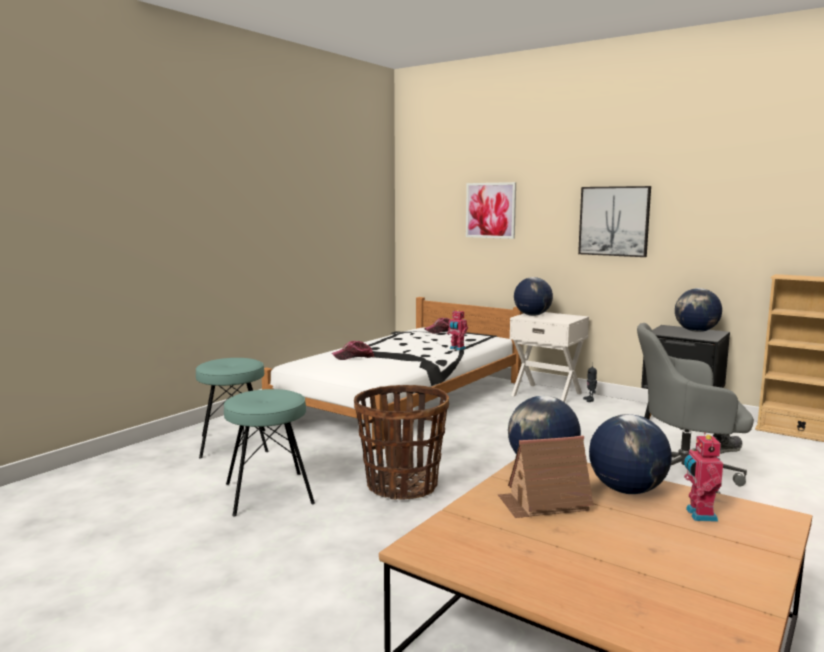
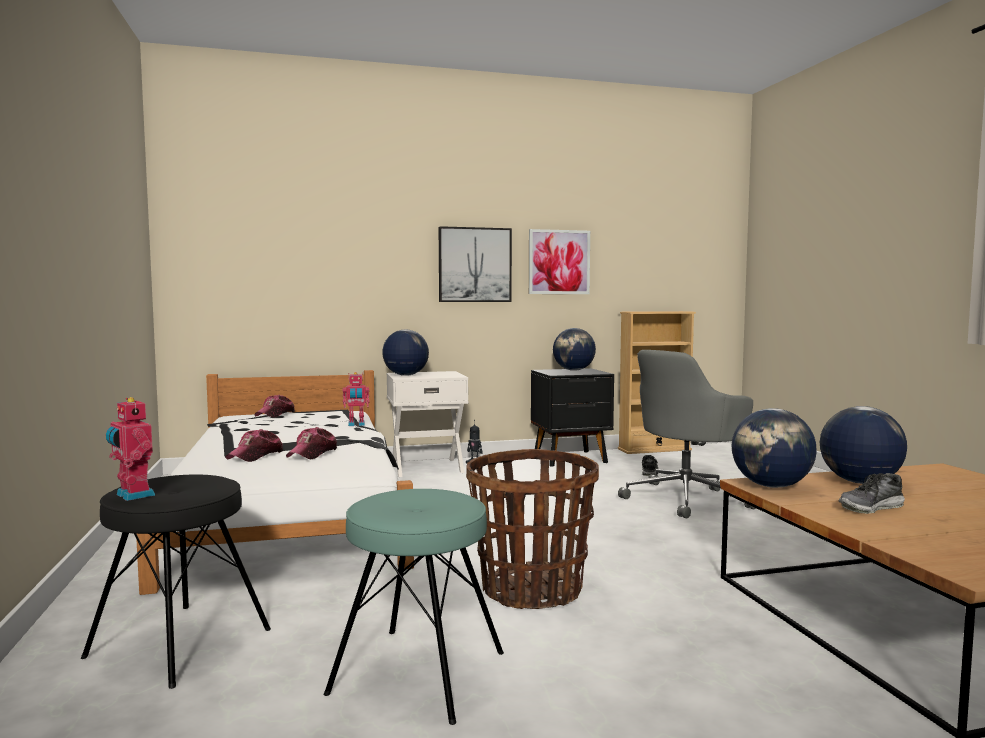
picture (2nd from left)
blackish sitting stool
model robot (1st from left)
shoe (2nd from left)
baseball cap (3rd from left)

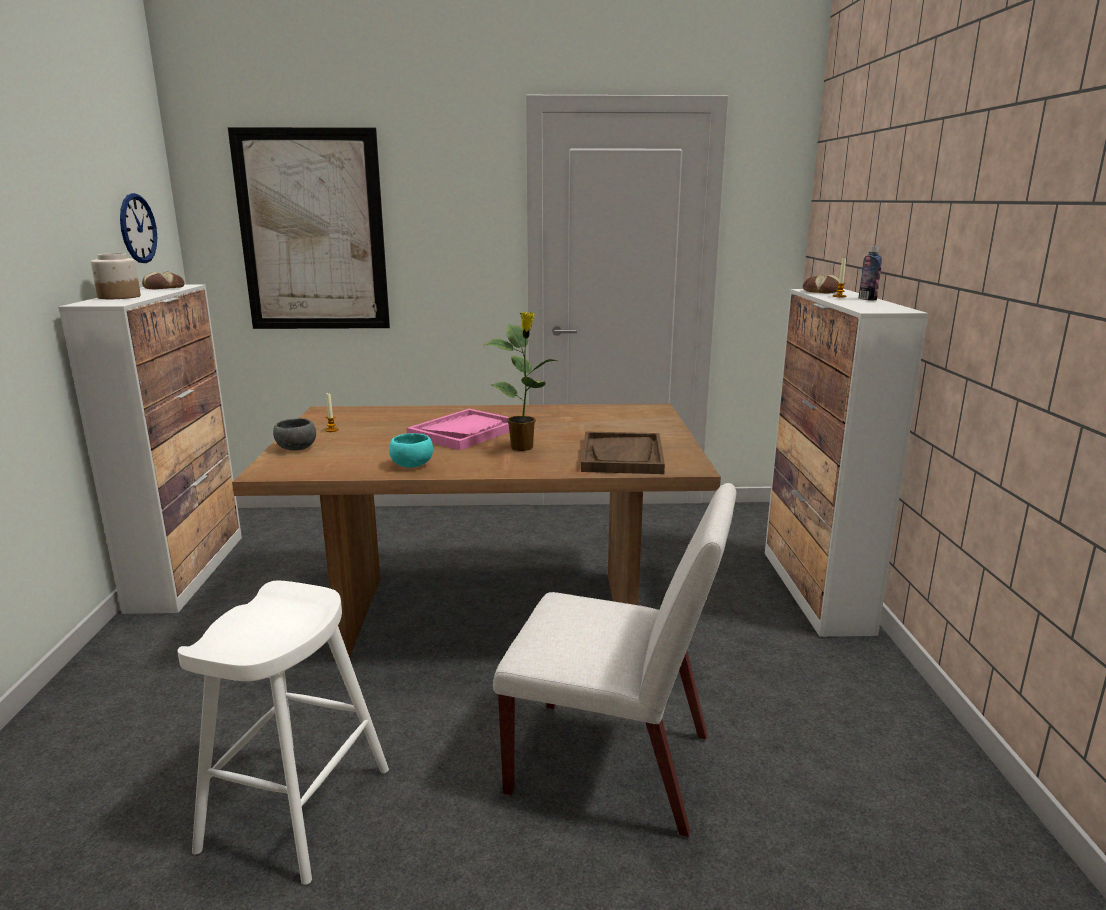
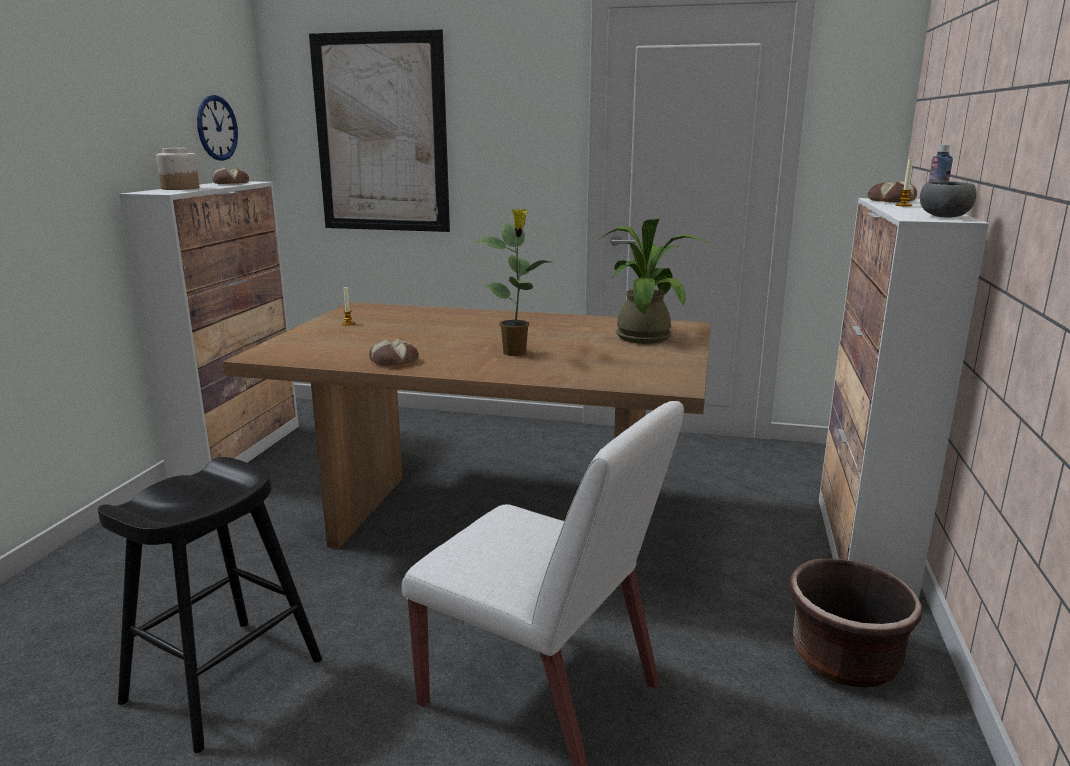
pink tray
gray serving bowl
brown tray
bakery bread (2nd from left)
blackish sitting stool
plant in a pot (2nd from left)
brown flower pot

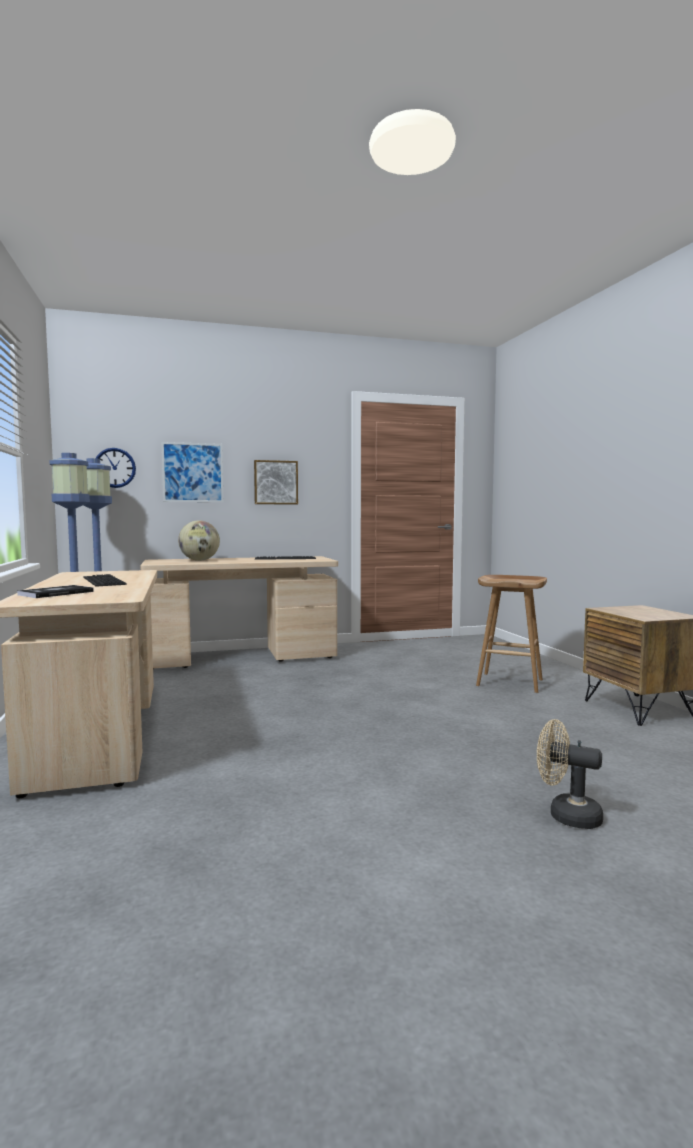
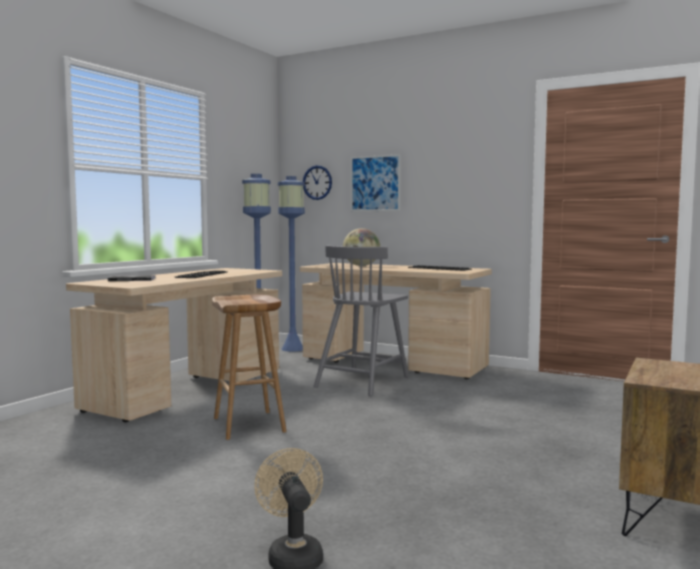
picture (2nd from left in the first image)
brown sitting stool
gray upright chair

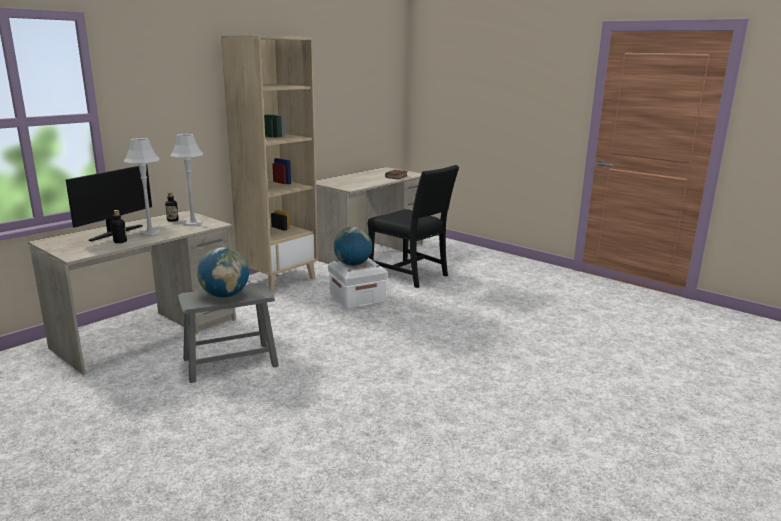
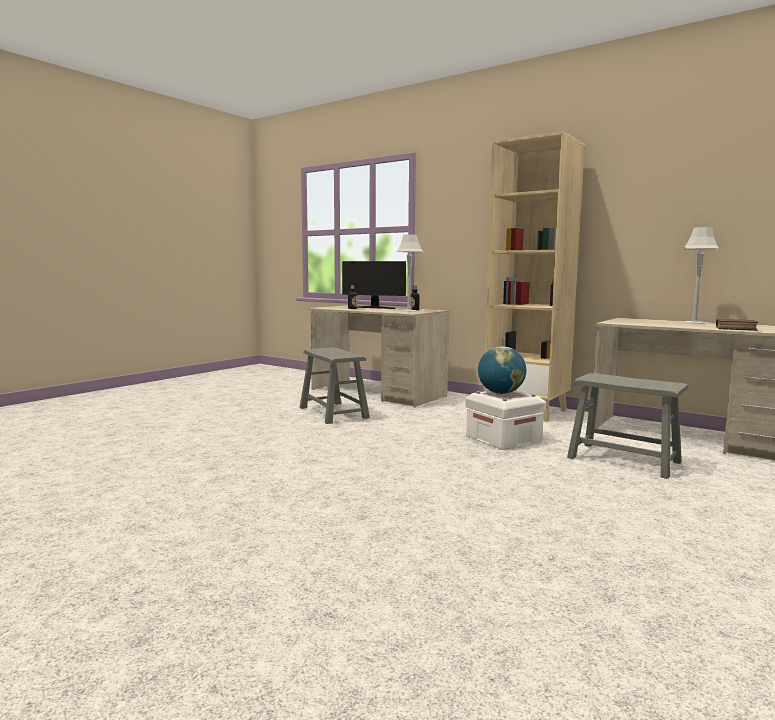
gray tabletop lamp (2nd from left)
gray sitting stool (2nd from left)
desk globe (1st from left in the first image)

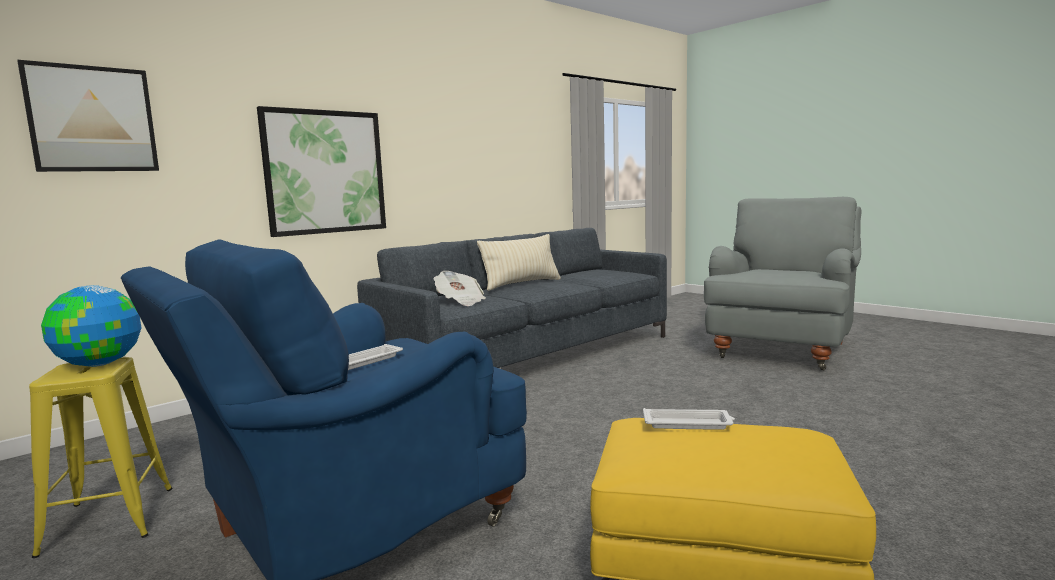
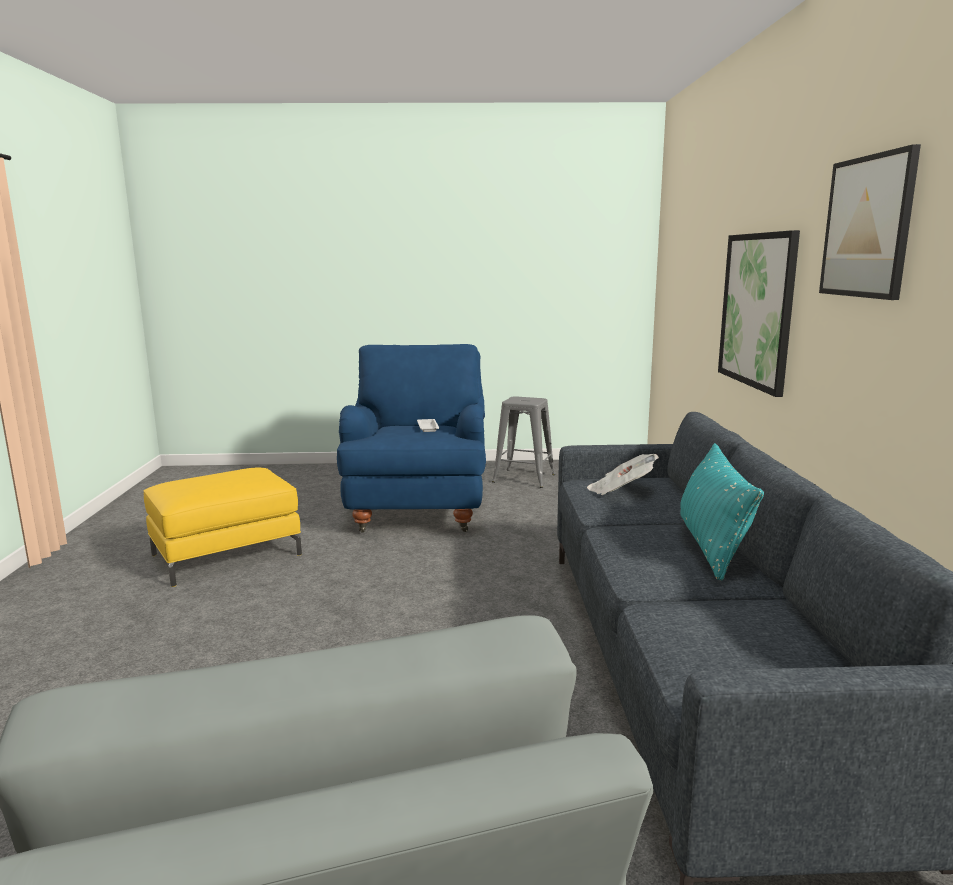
picture (2nd from left)
blue-green throw pillow
desk globe
gray sitting stool
white-coloured tray (2nd from left in the first image)

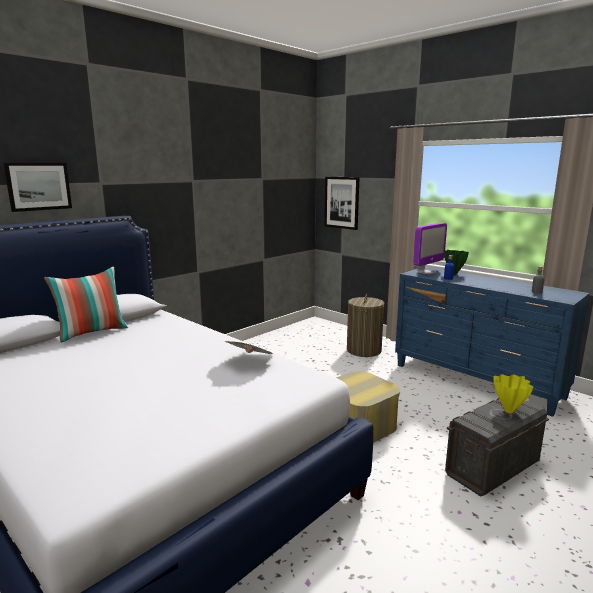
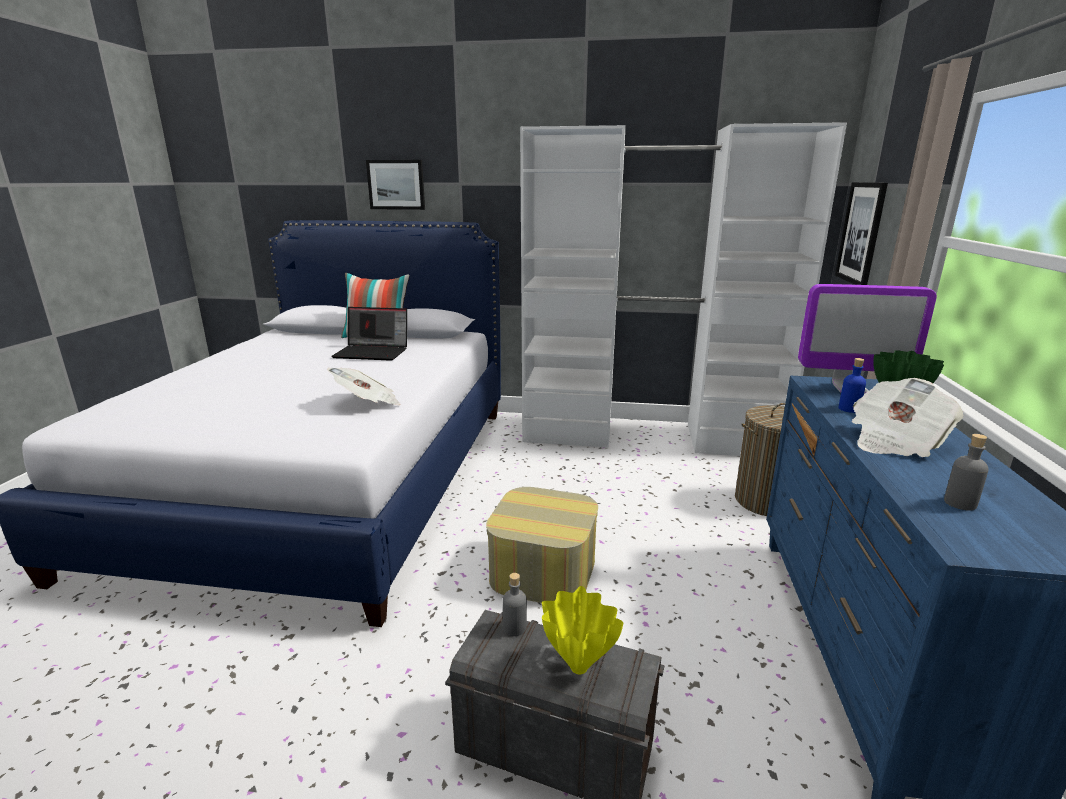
white-coloured clothes cupboard
portable computer
daily paper (2nd from left)
gray drink bottle (1st from left)

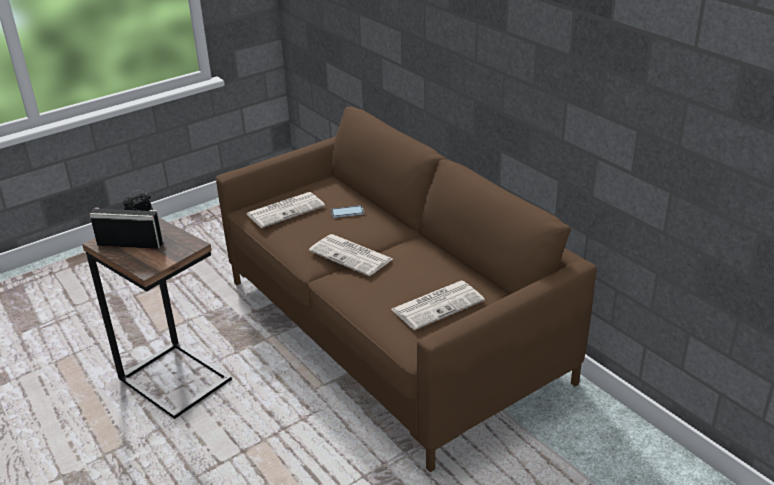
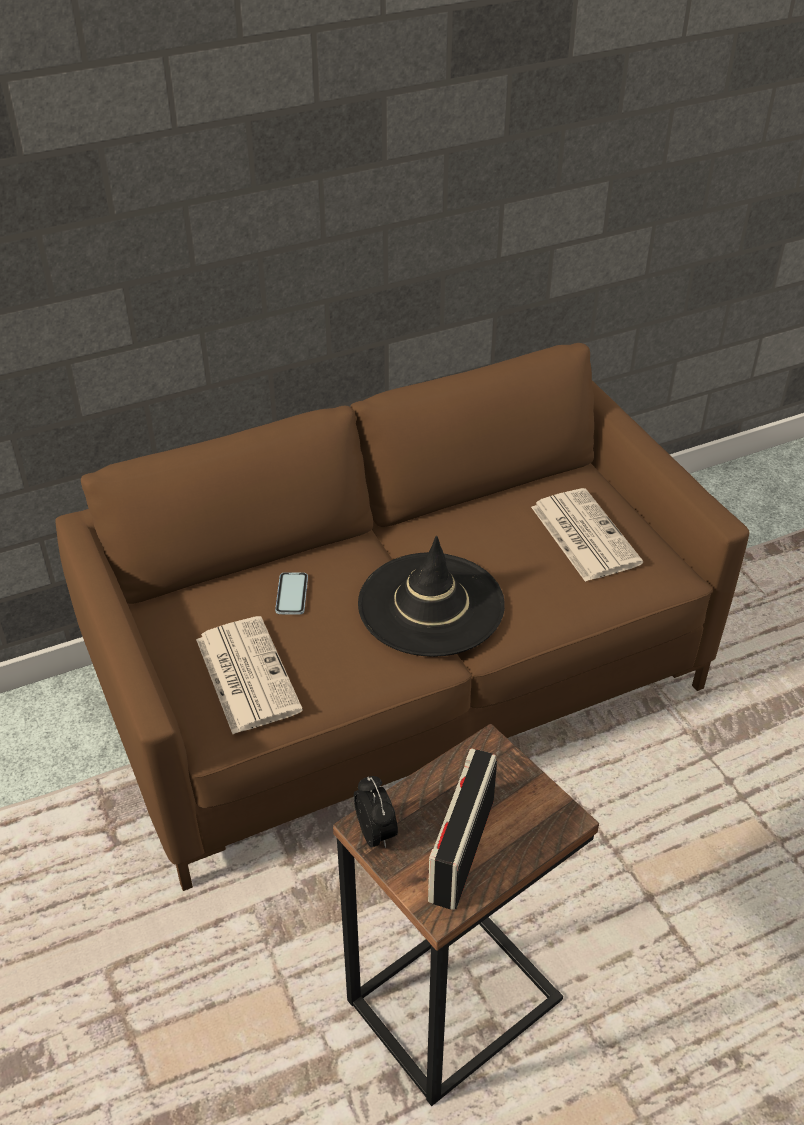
blackish clothing hat

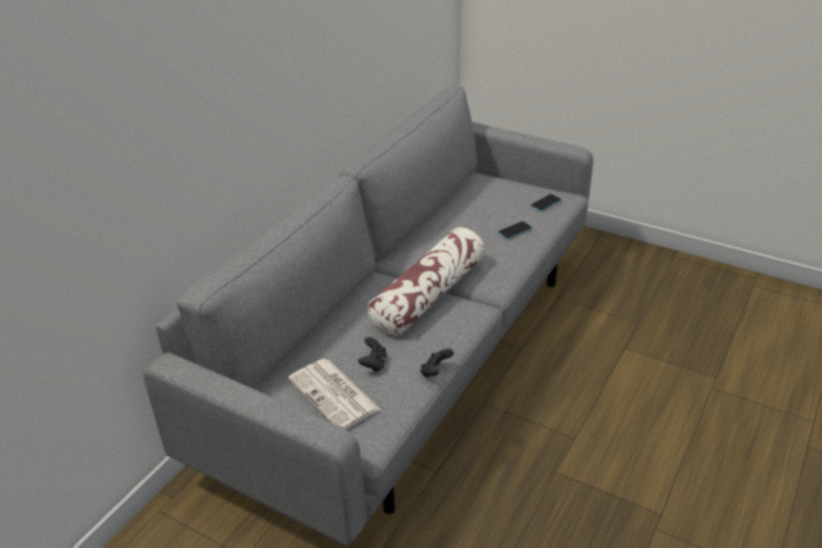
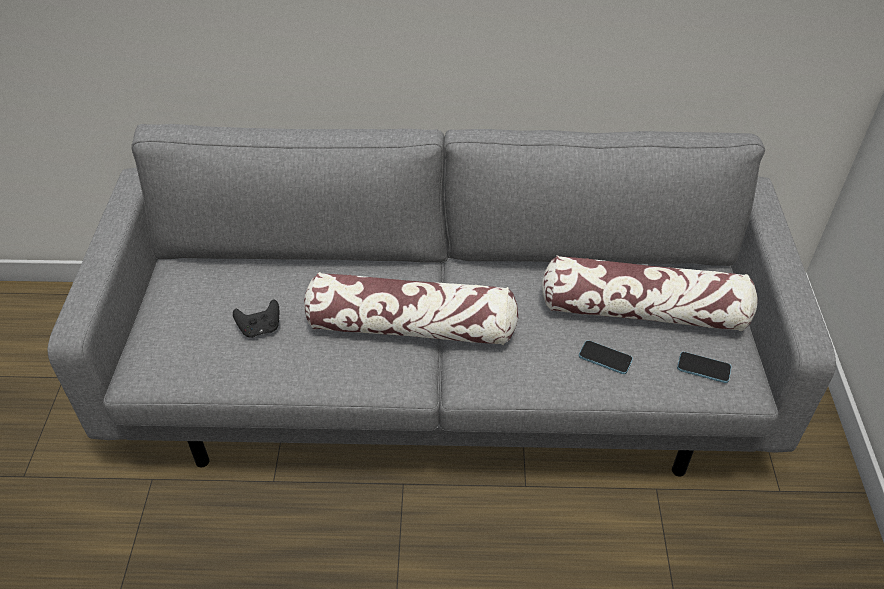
blackish joypad (2nd from left in the first image)
daily paper
throw pillow (2nd from left)

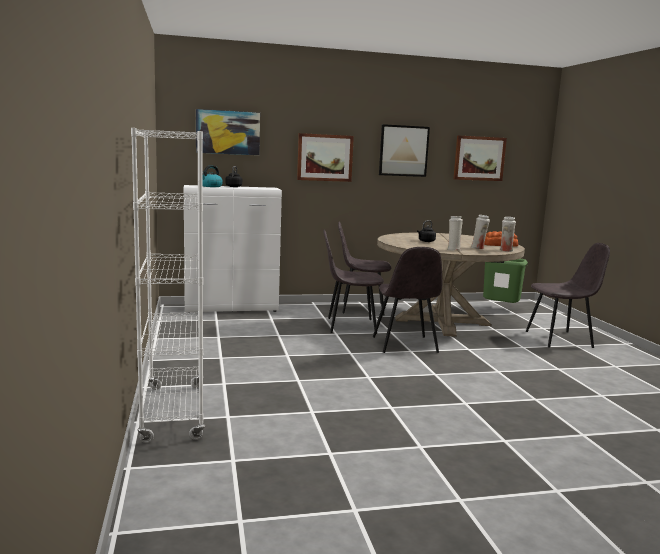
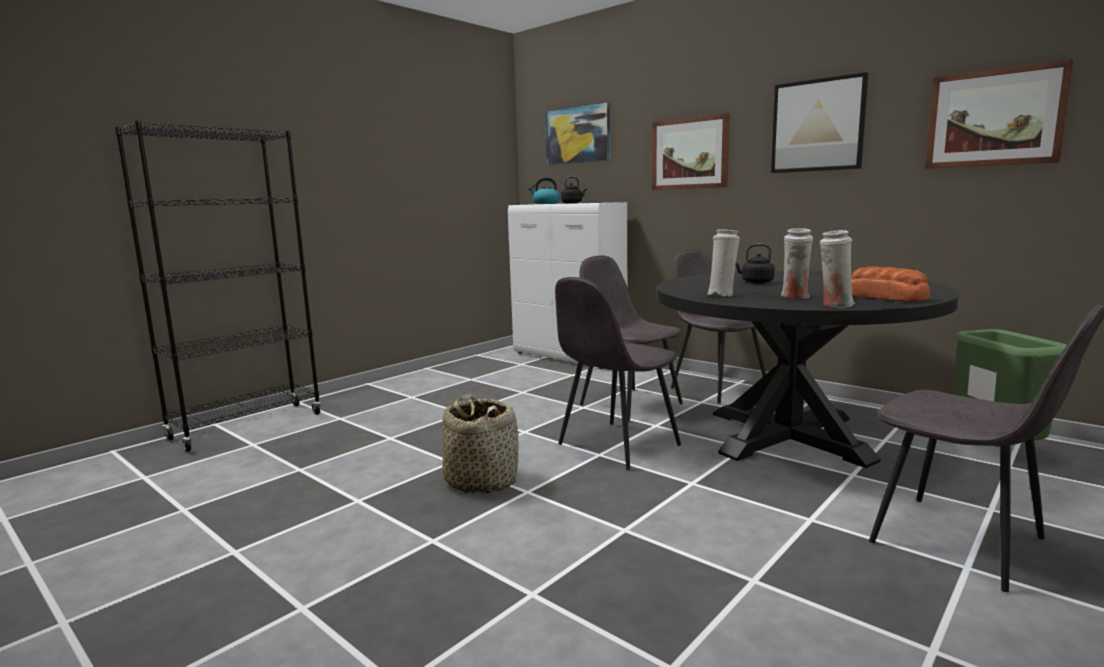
blackish shelving unit
blackish kitchen table
storage basket

